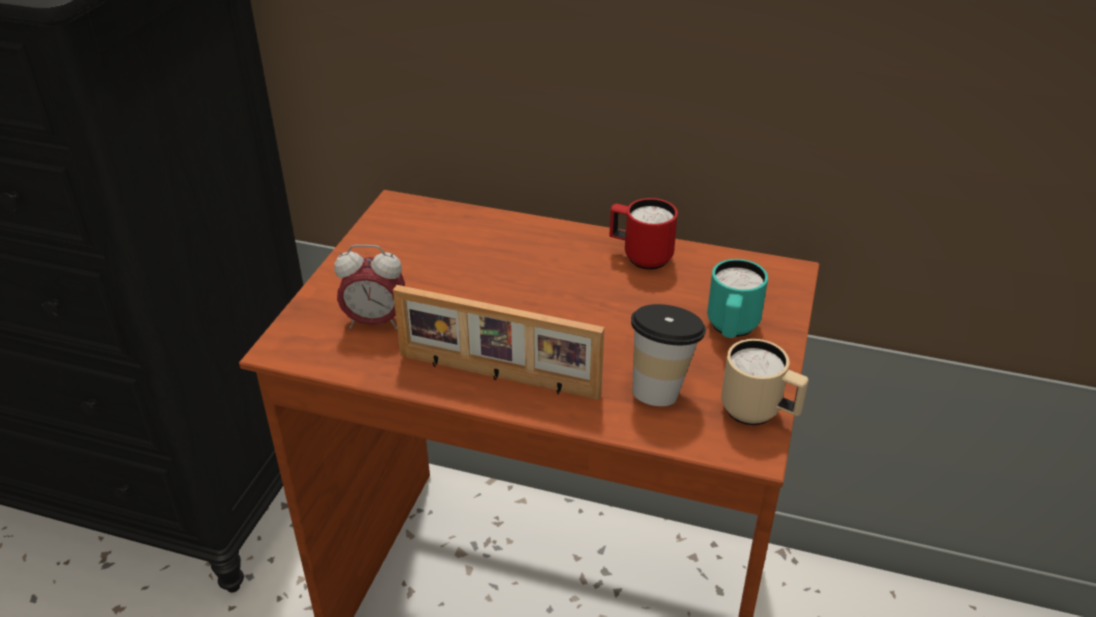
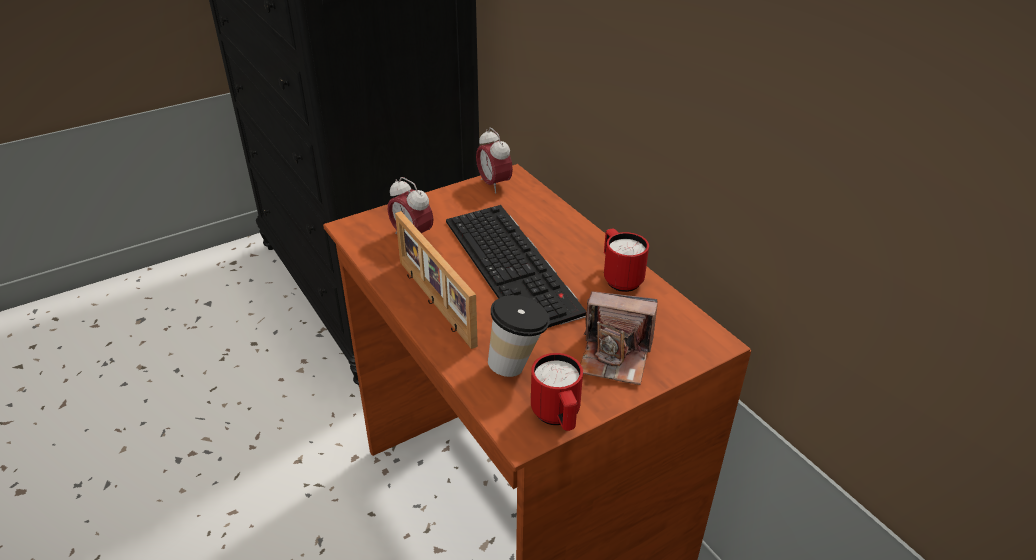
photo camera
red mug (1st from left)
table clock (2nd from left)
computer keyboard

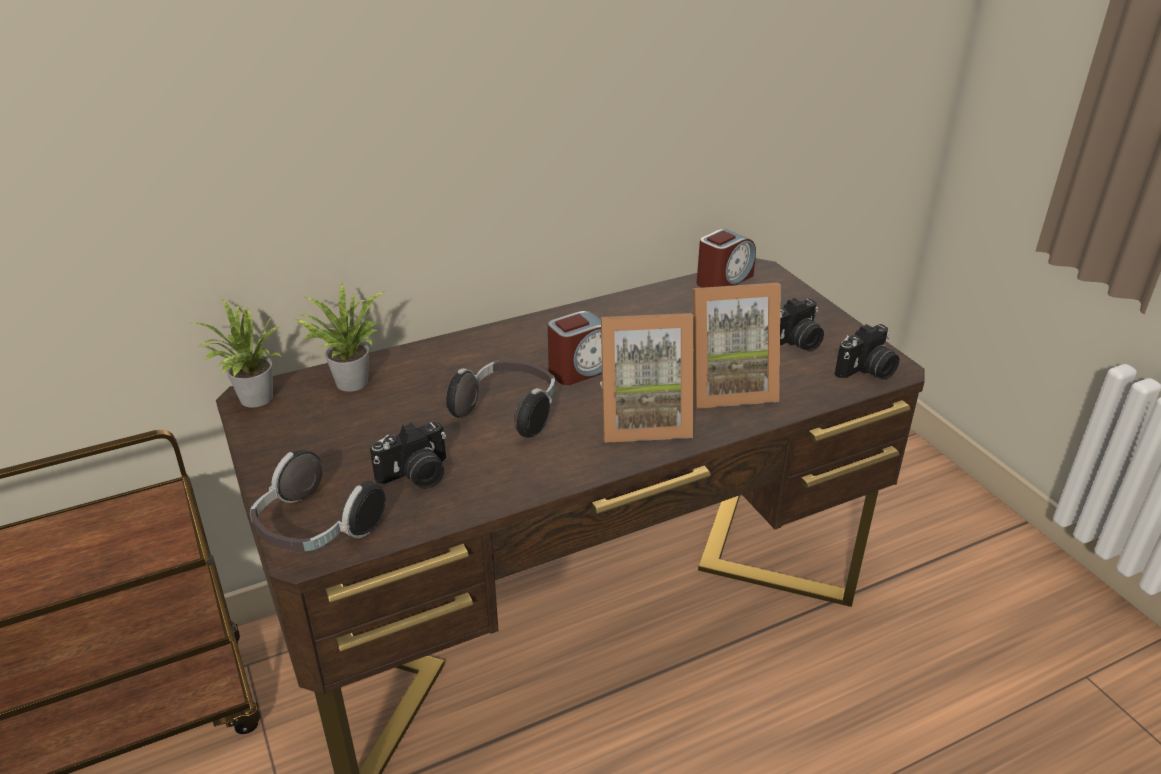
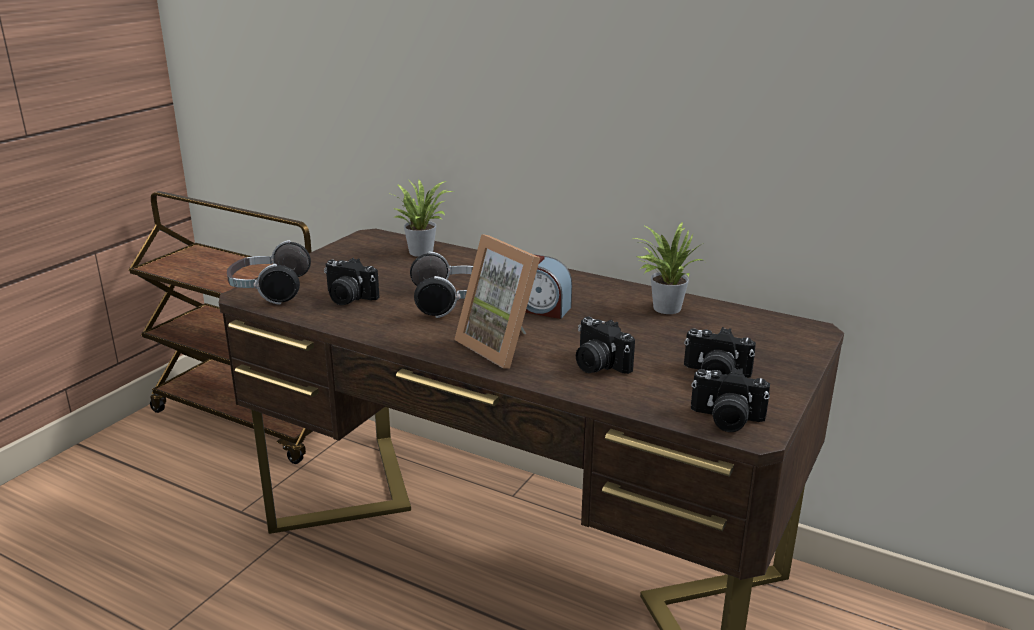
table clock (2nd from left in the first image)
photo camera (2nd from left)
plant in a pot (2nd from left)

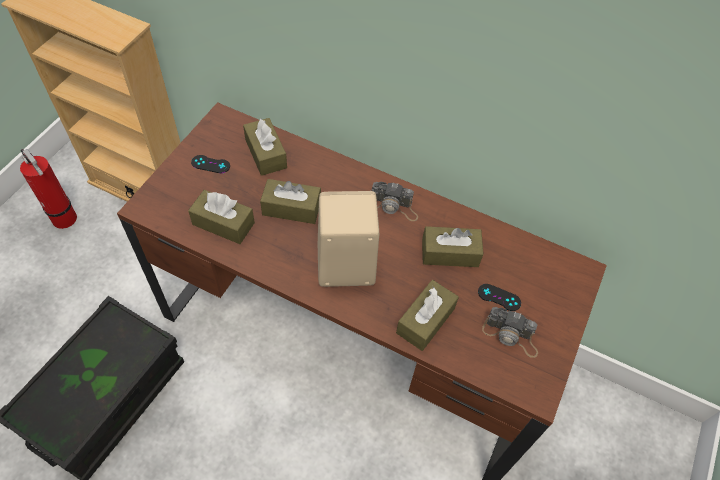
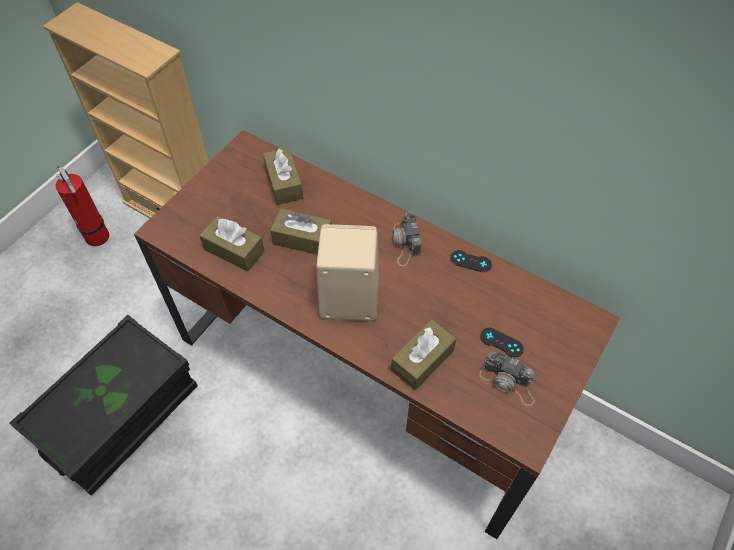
blackish joypad (1st from left)
photo camera (1st from left)
brown box of tissues (5th from left in the first image)

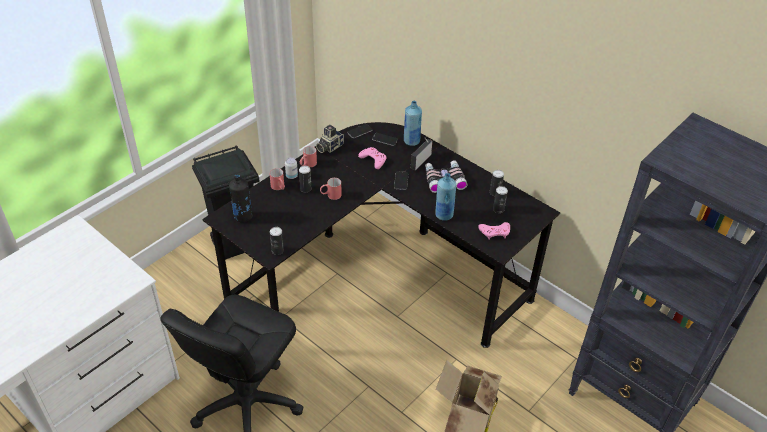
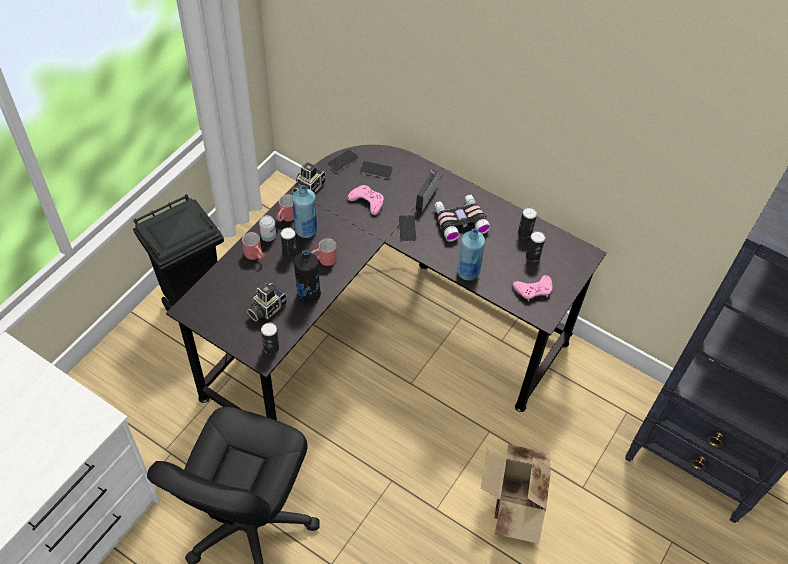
bluish drink bottle (1st from left)
blackish drink bottle
photo camera (1st from left)

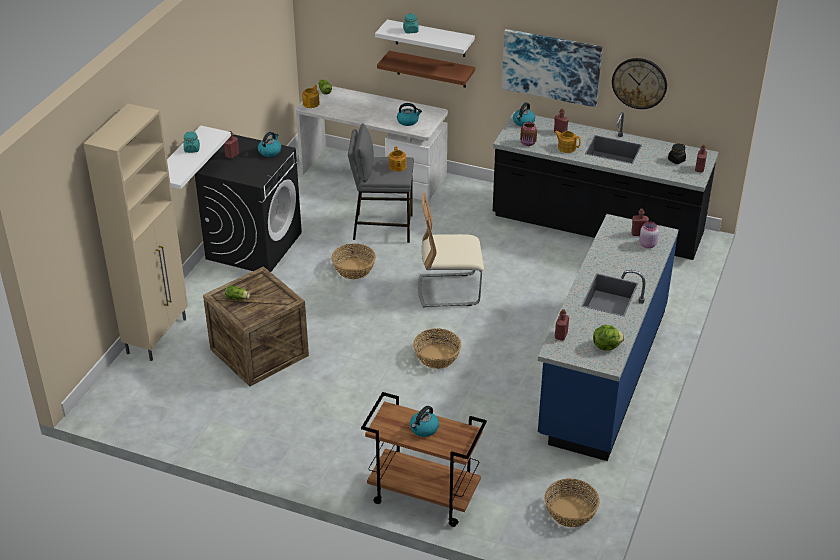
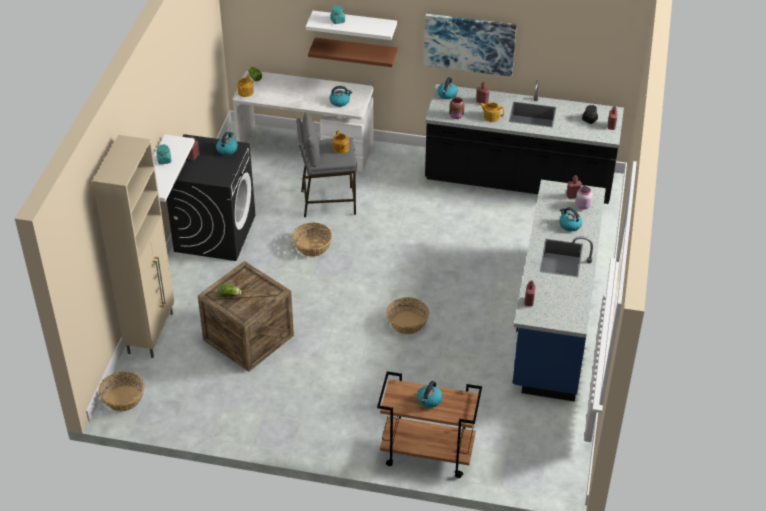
wall clock
beige-coloured upright chair
lettuce (3rd from left in the first image)
storage basket (1st from left)
water kettle (5th from left)

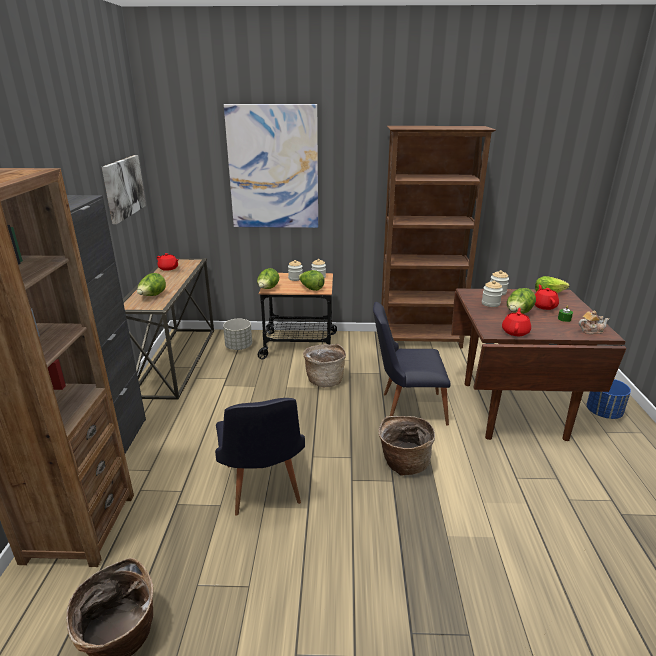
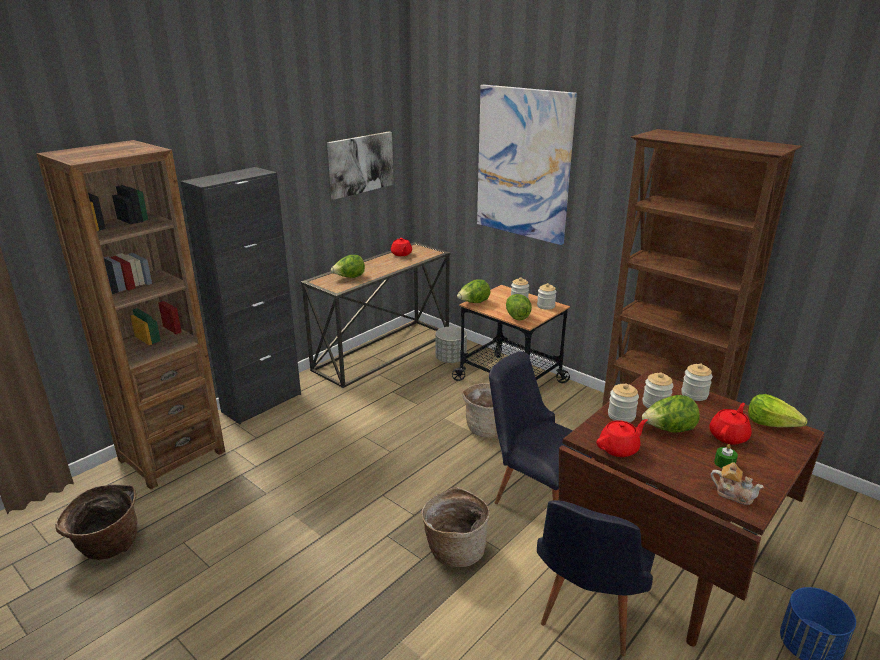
blackish upright chair (2nd from left)
preserve jar (3rd from left)

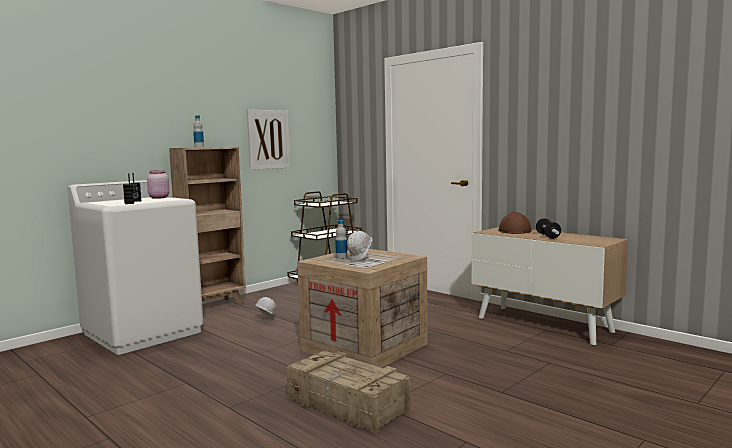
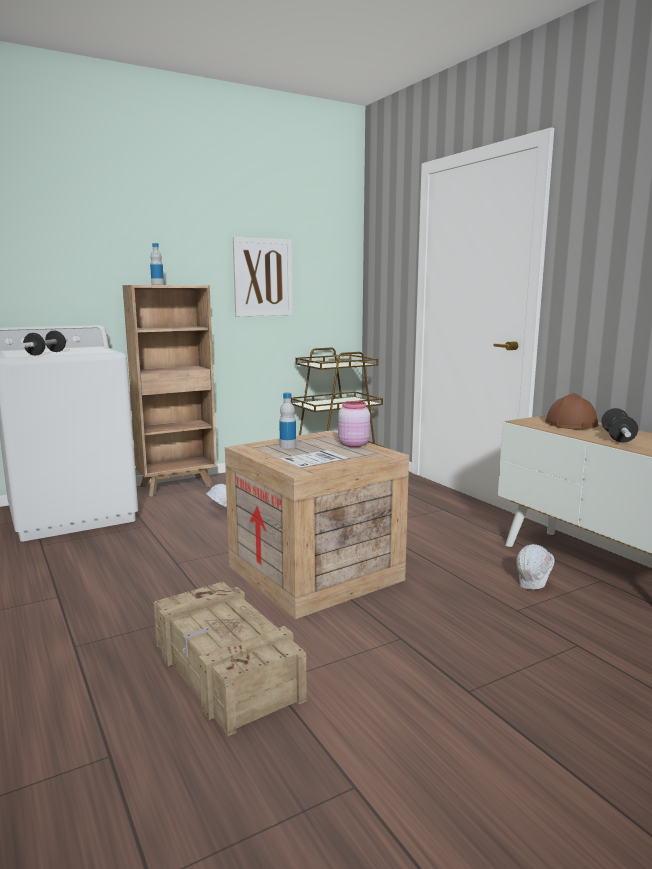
pink preserve jar
hand weight (1st from left)
white-coloured work helmet (2nd from left)

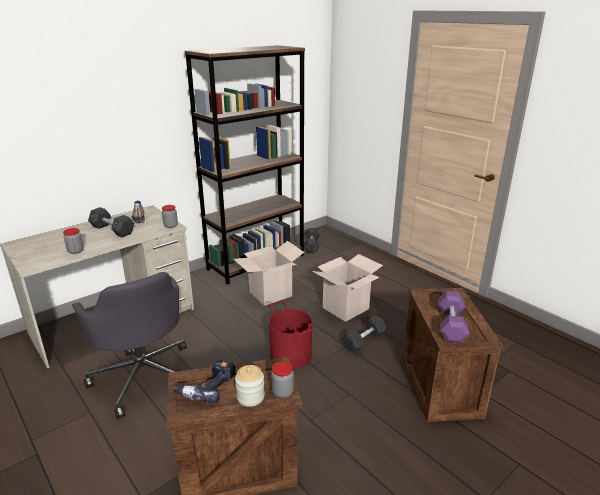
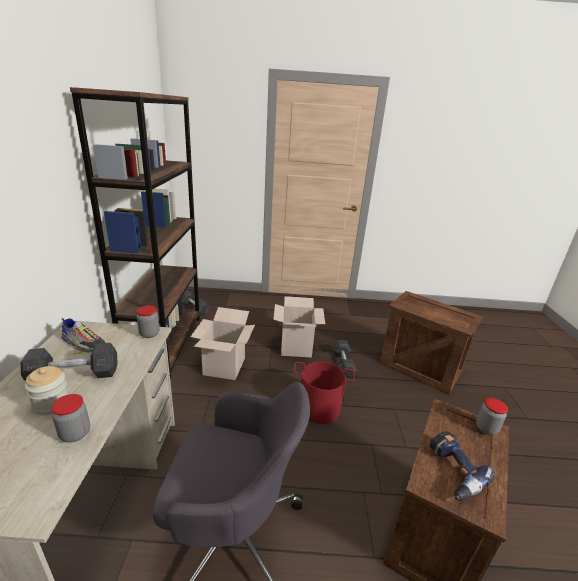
purple hand weight
preserve jar (1st from left)

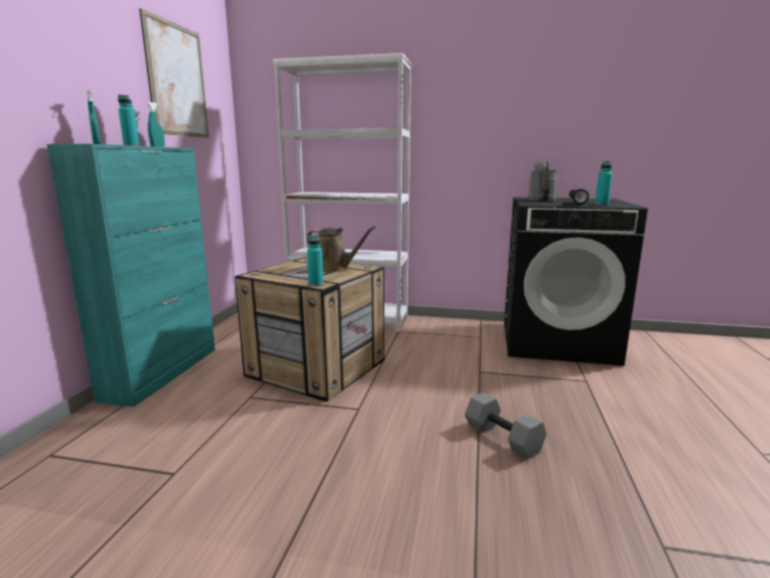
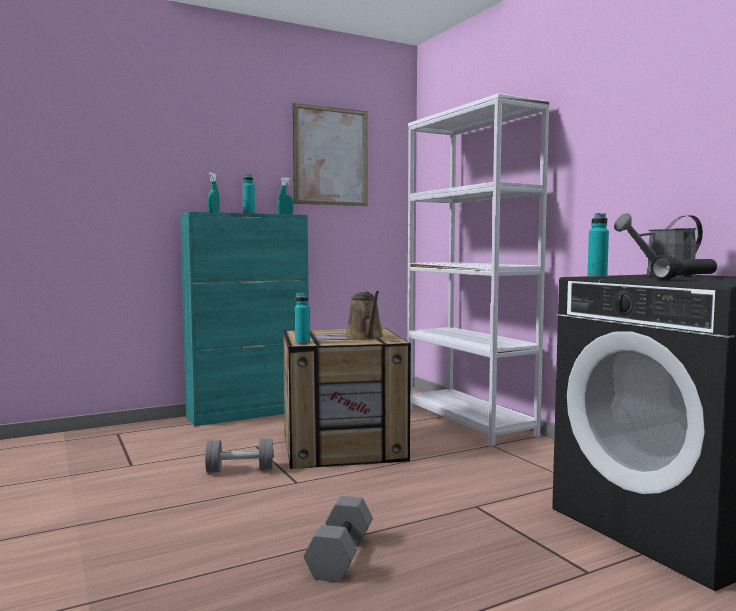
blue-green drink bottle (3rd from left)
gray hand weight (1st from left)

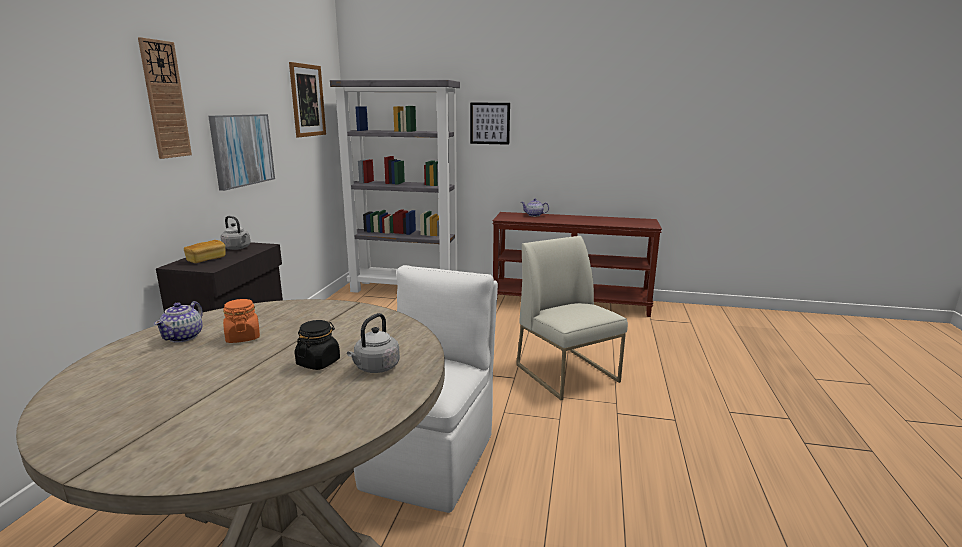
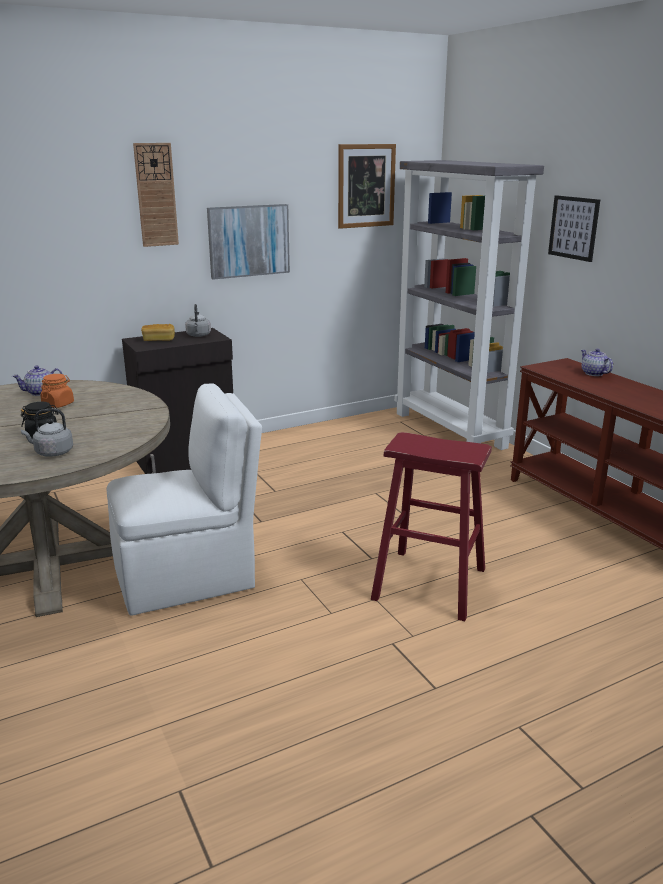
red sitting stool

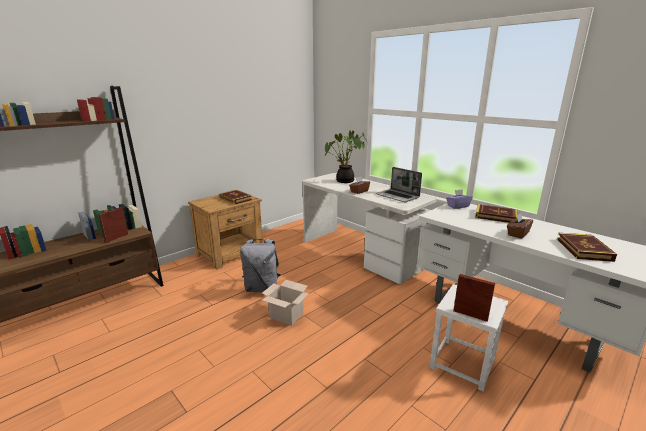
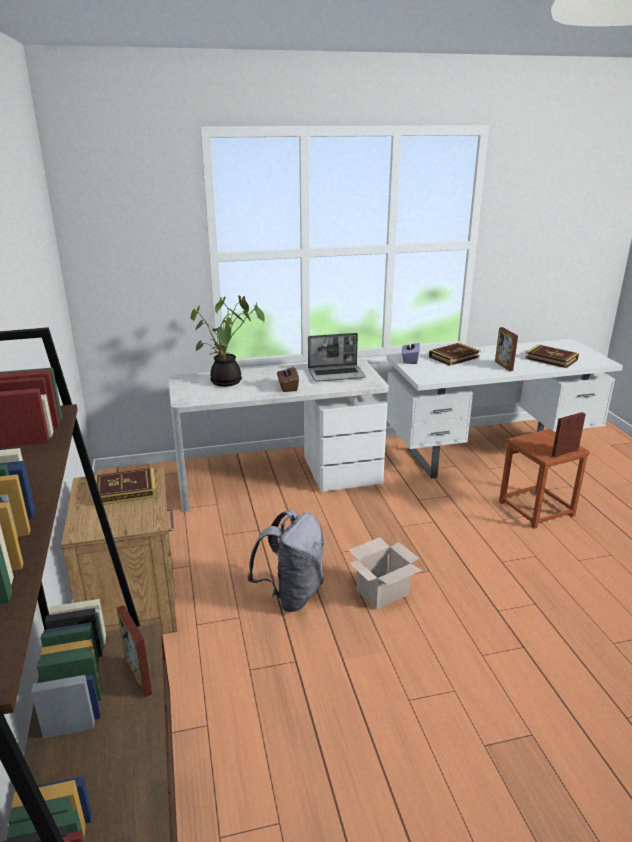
standing frame (2nd from left)
brown sitting stool

